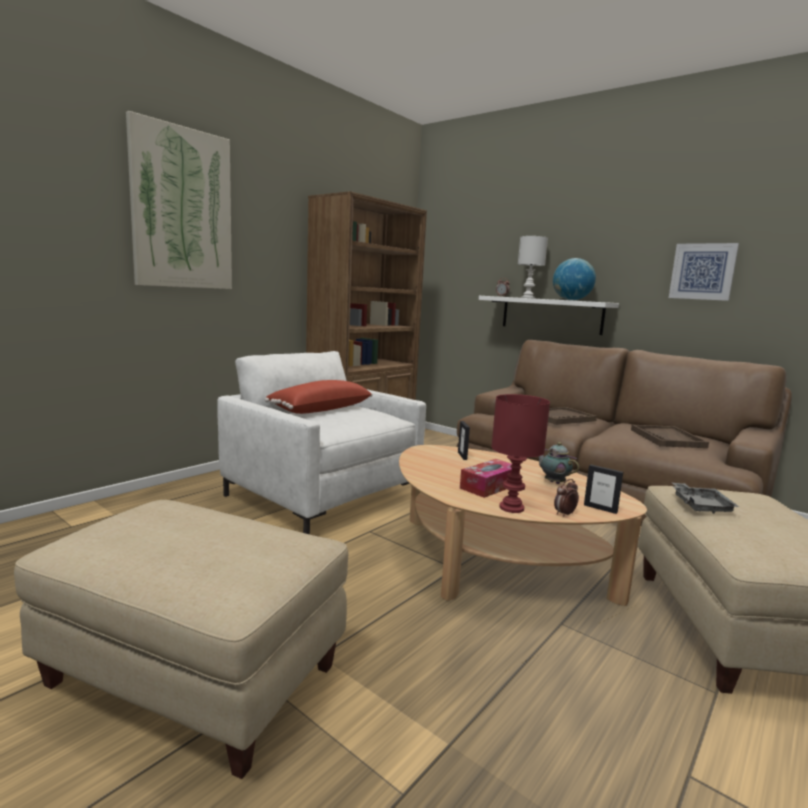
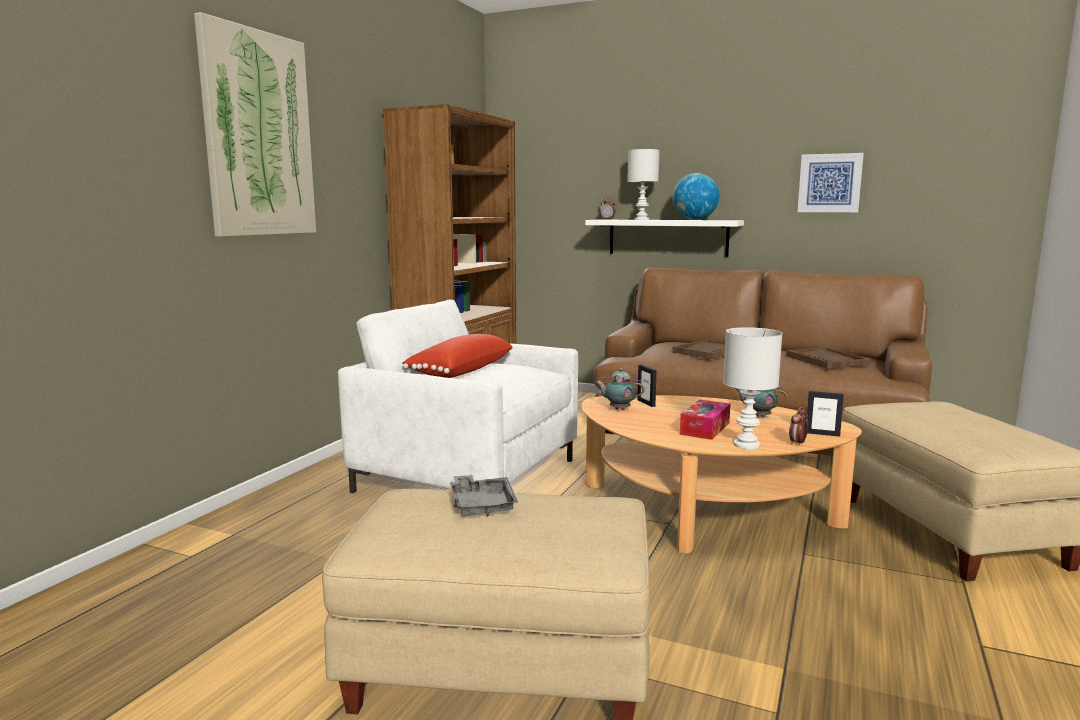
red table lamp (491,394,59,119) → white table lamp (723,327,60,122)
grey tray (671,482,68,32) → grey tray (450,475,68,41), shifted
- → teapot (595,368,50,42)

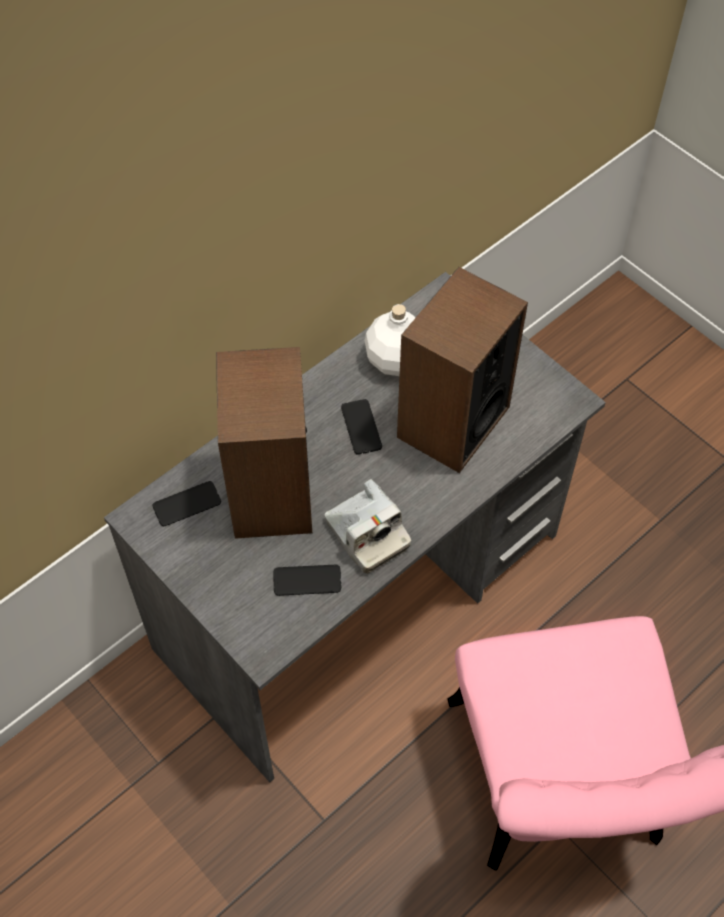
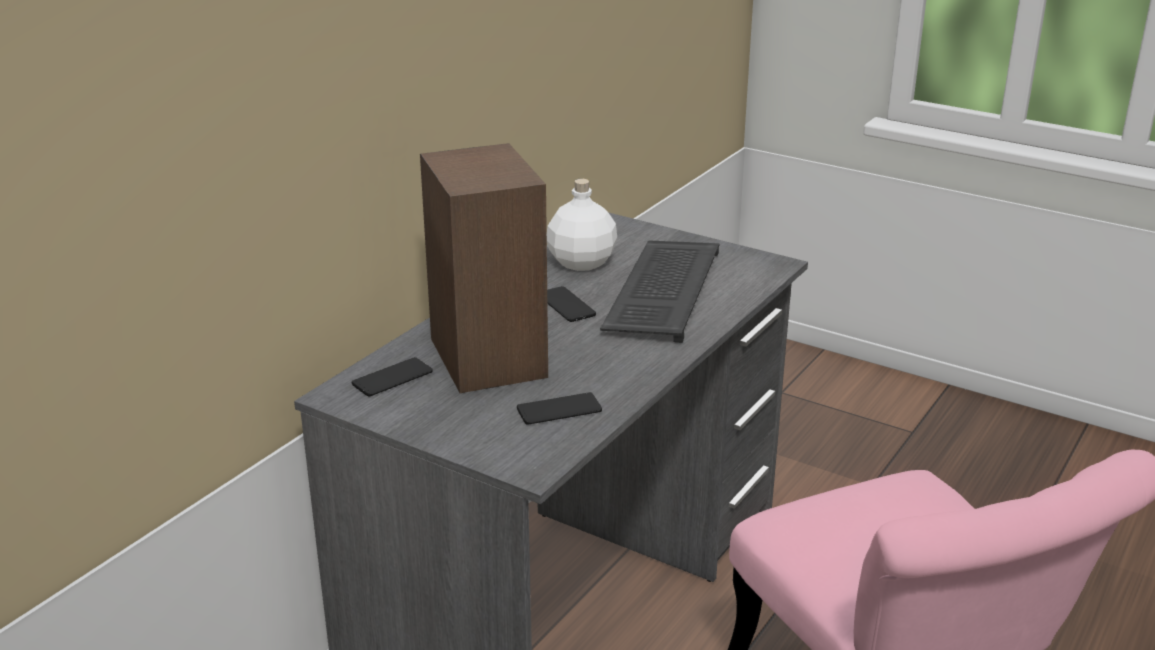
photo camera (324,479,87,95) → -
speaker (397,267,131,206) → keyboard (600,240,119,103)

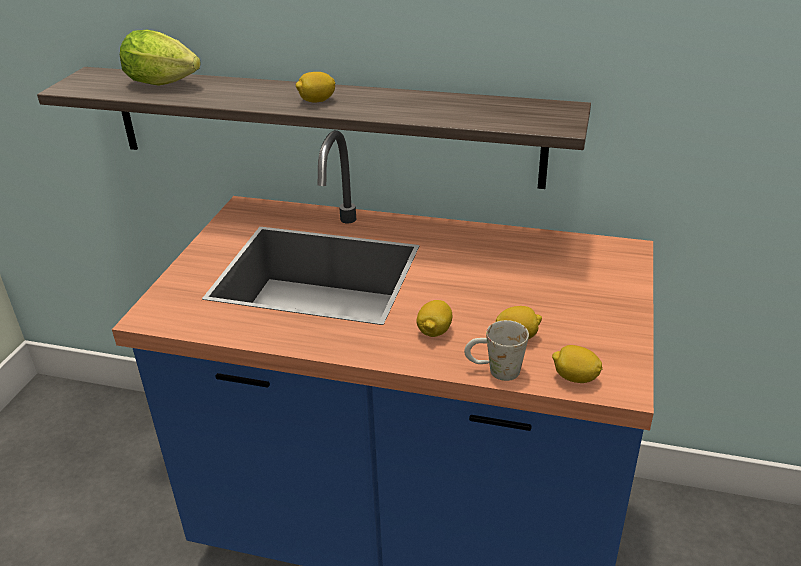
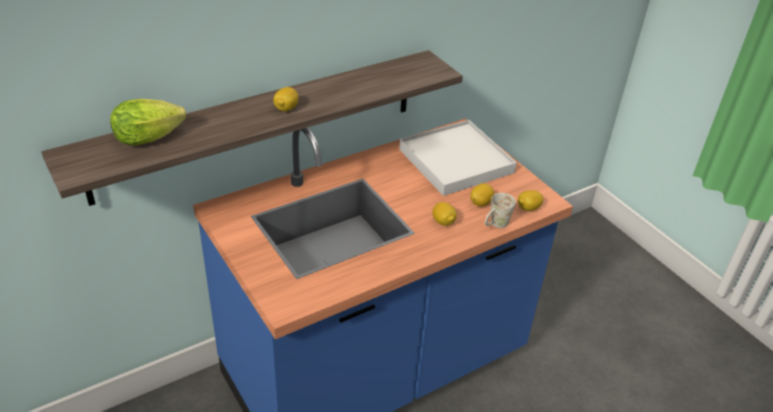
- → white tray (399,120,118,76)

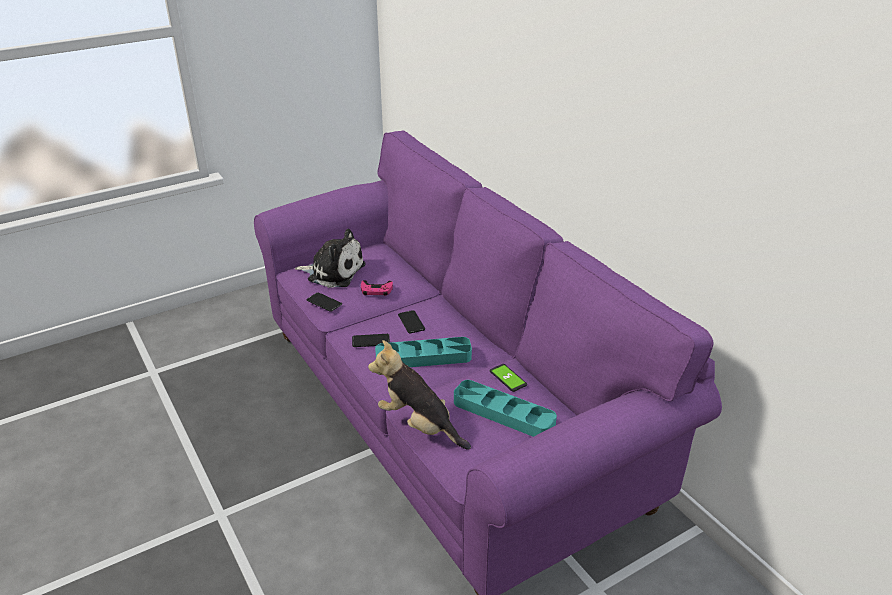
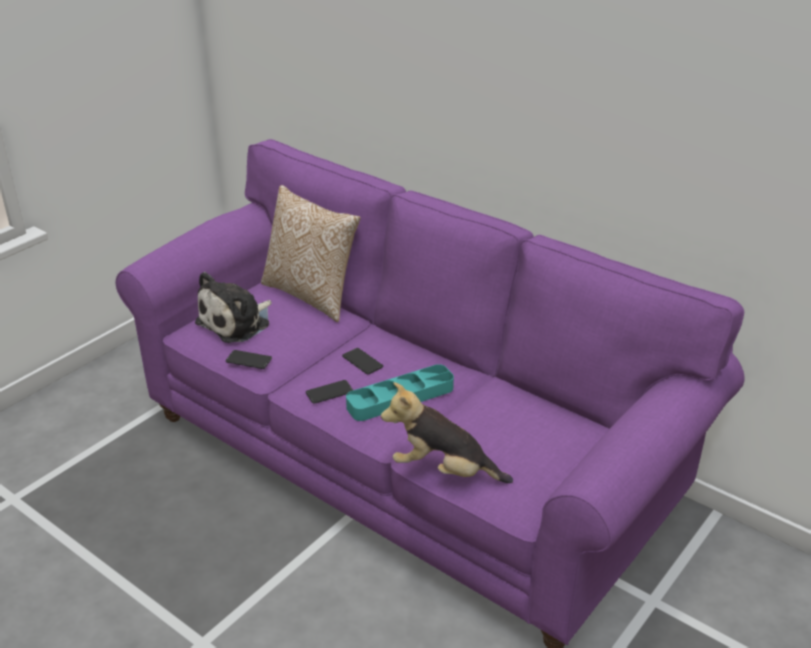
plush toy (295,229,70,59) → plush toy (195,272,77,71), 135 degrees clockwise
pink game controller (361,280,32,16) → -
turquoise tray (454,380,103,57) → -
phone (490,364,37,28) → -
- → pillow (261,185,100,137)

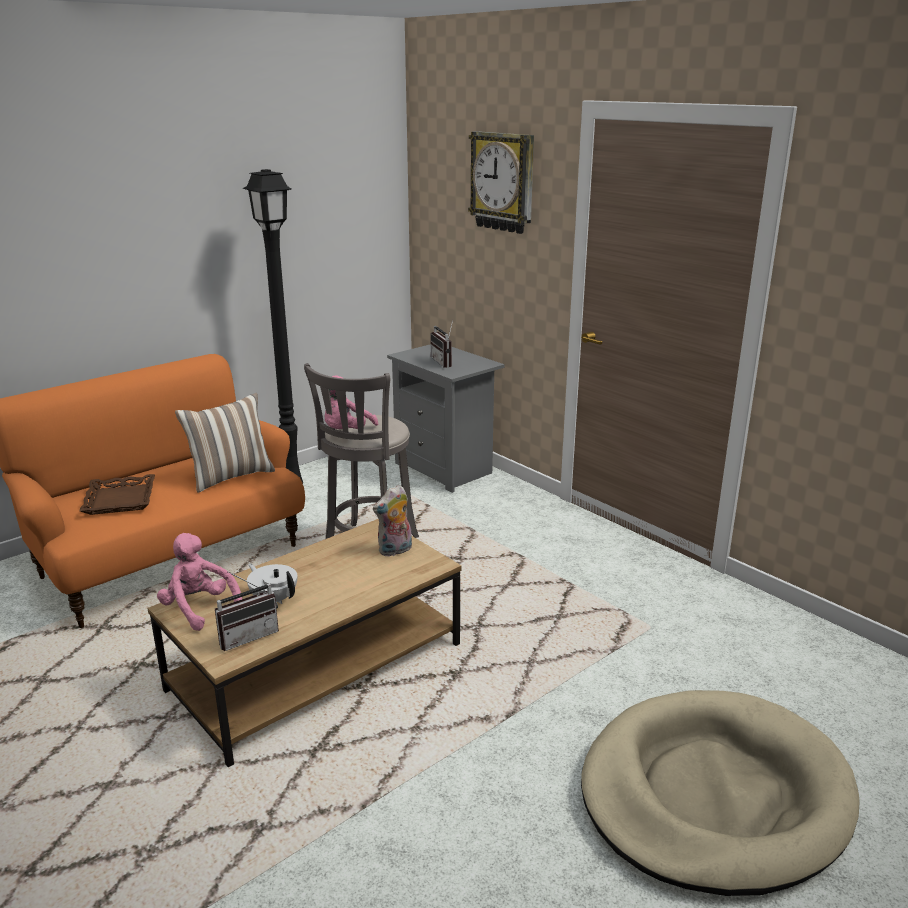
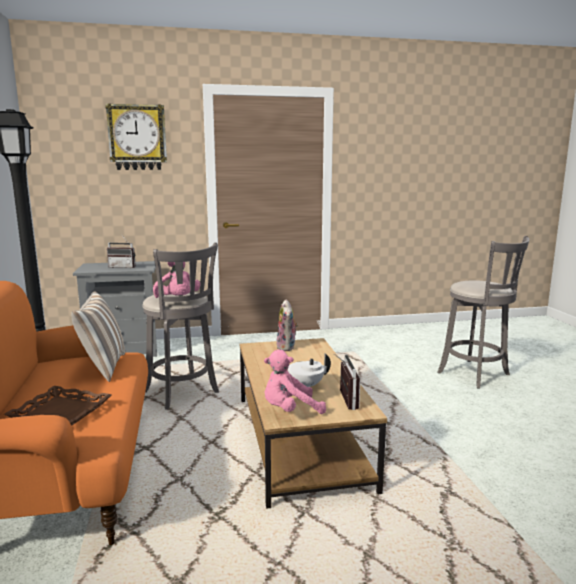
beige dog bed (581,690,278,206) → grey stool (437,236,92,153)

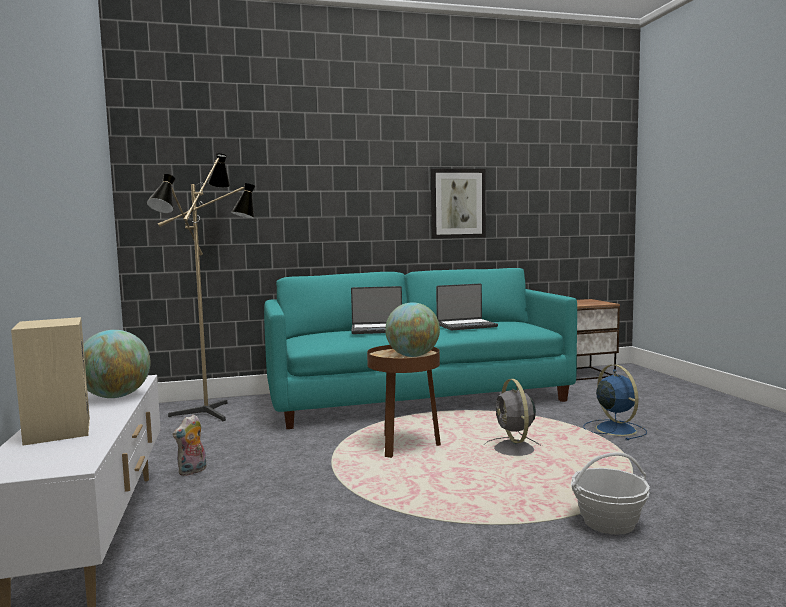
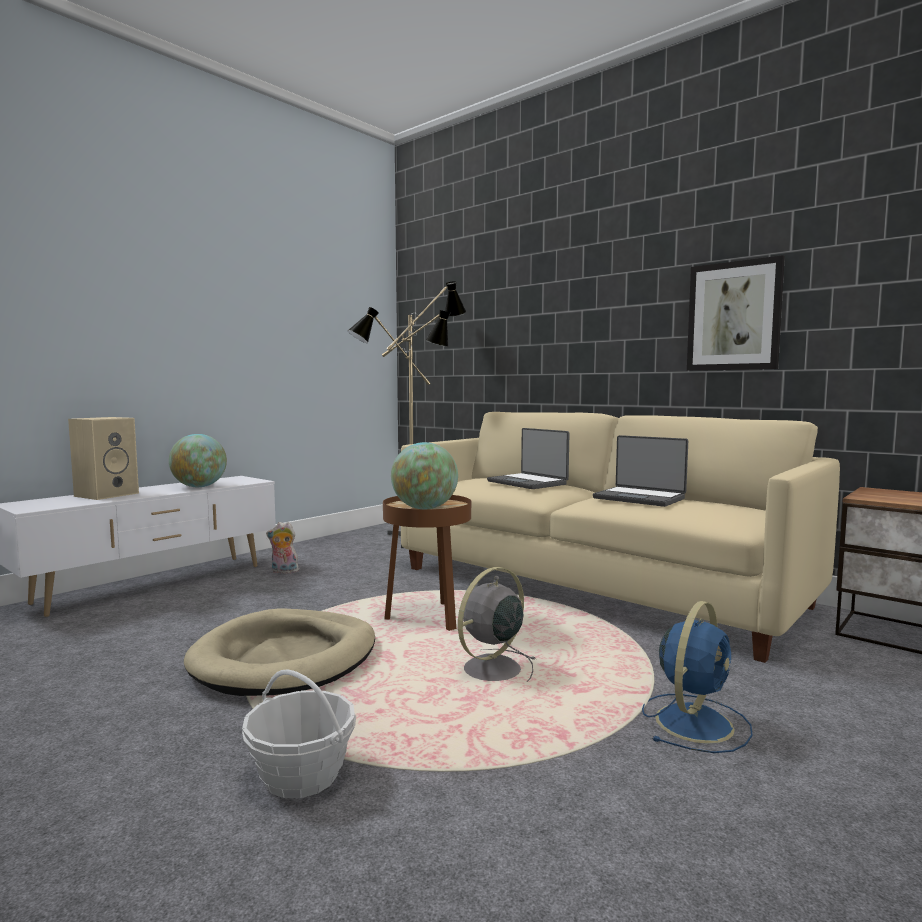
turquoise sofa (264,268,313,161) → beige sofa (401,412,439,251)
- → beige dog bed (184,608,191,88)

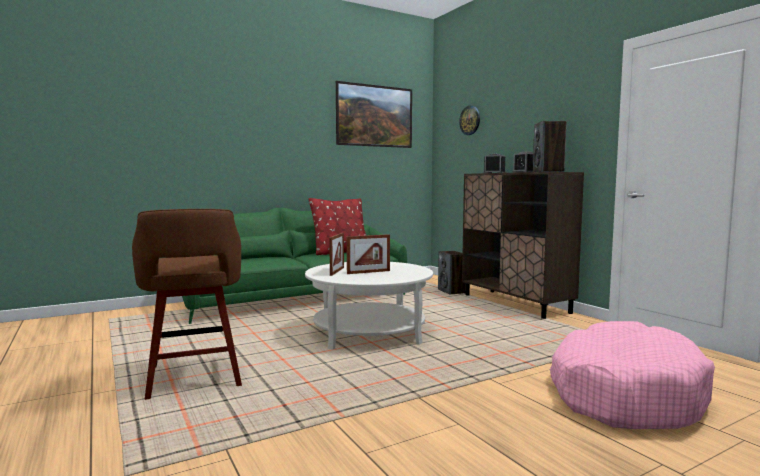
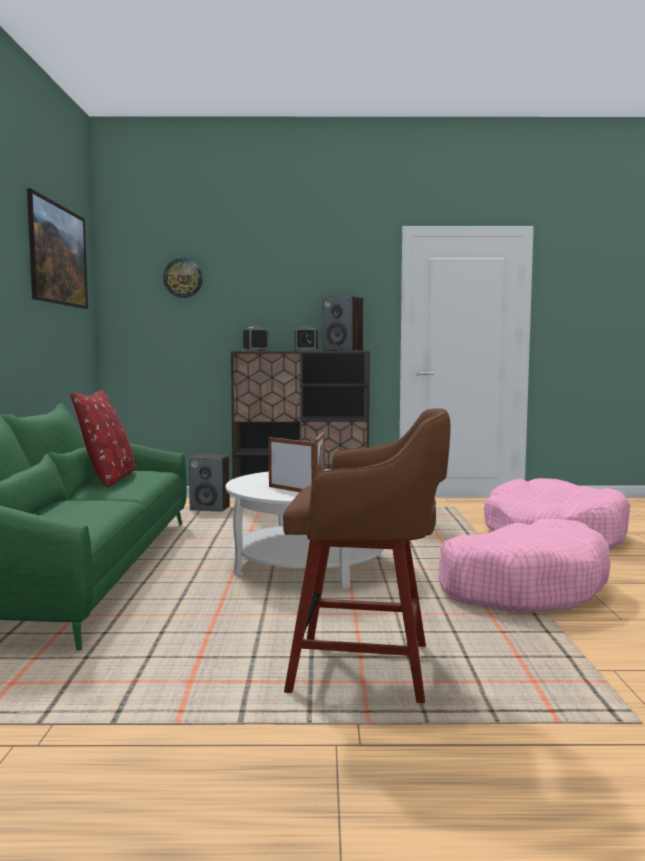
- → pink dog bed (438,519,173,94)

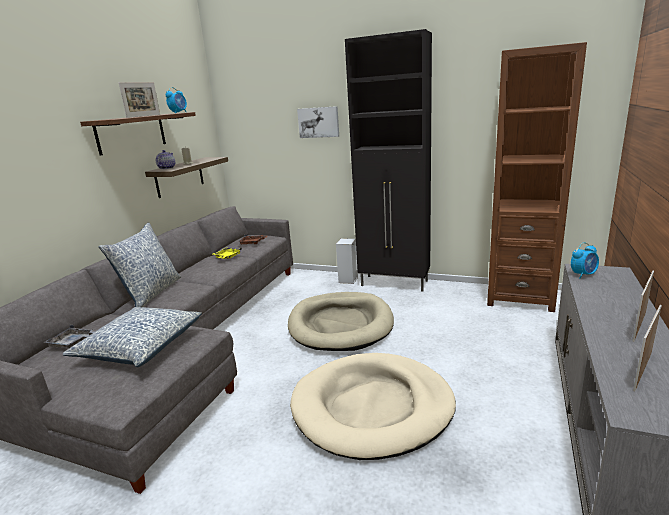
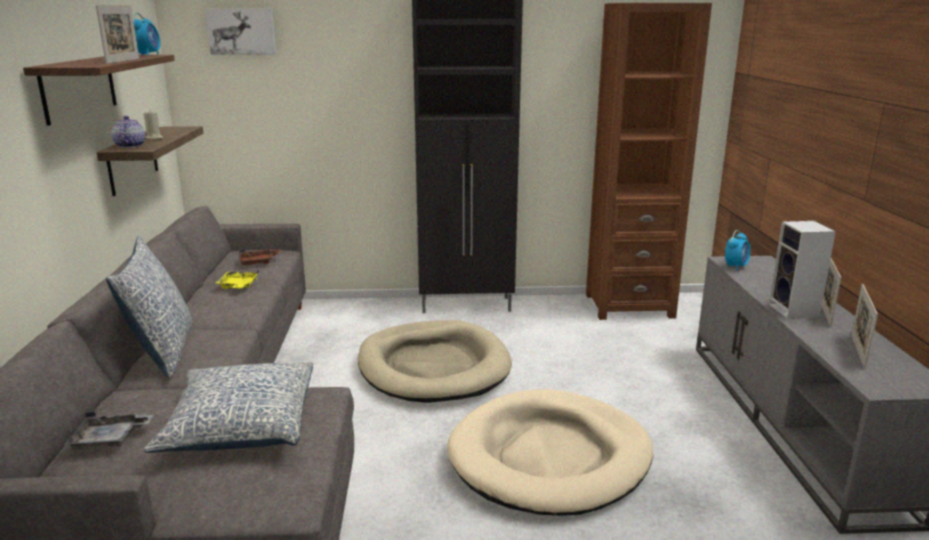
picture (297,106,42,32) → picture (205,9,71,46), shifted
speaker (336,238,22,46) → speaker (769,221,67,98), shifted

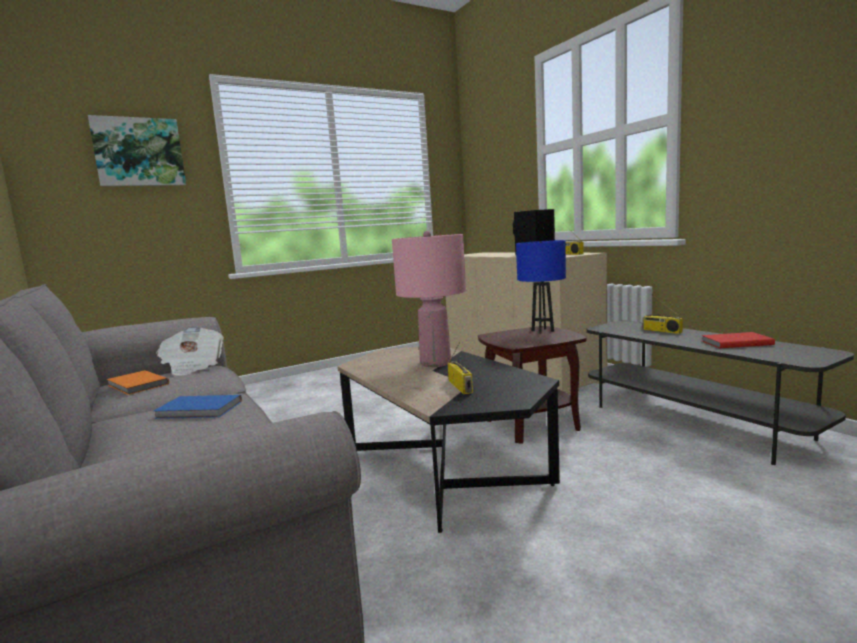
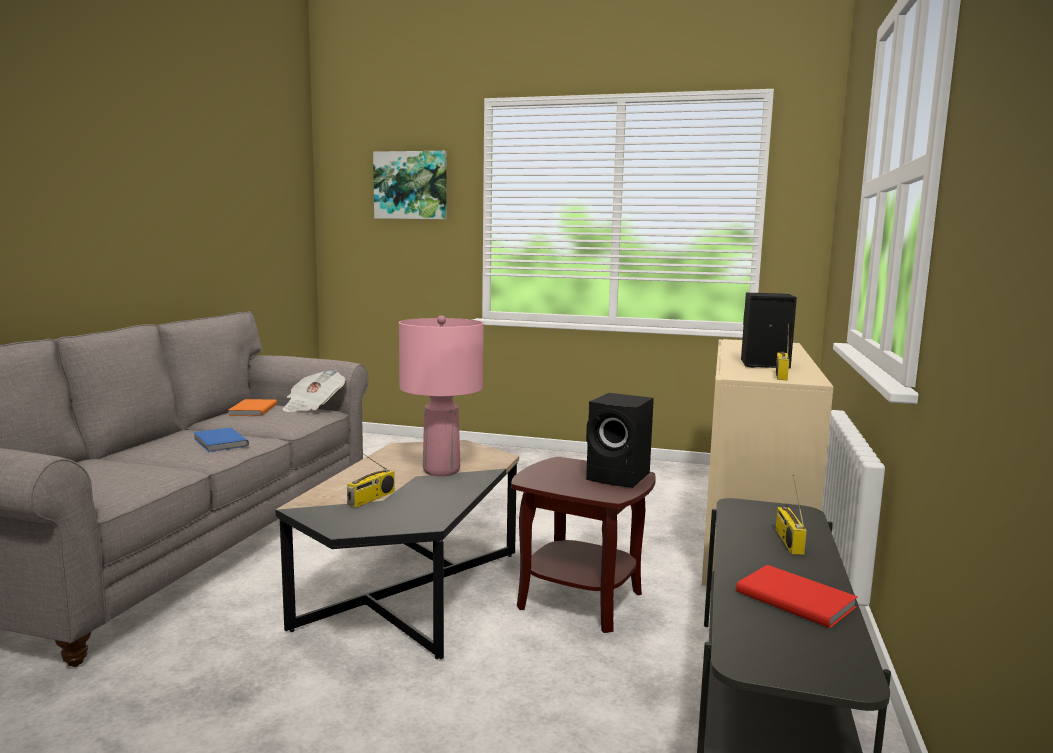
blue table lamp (516,240,50,94) → black speaker (586,393,68,95)

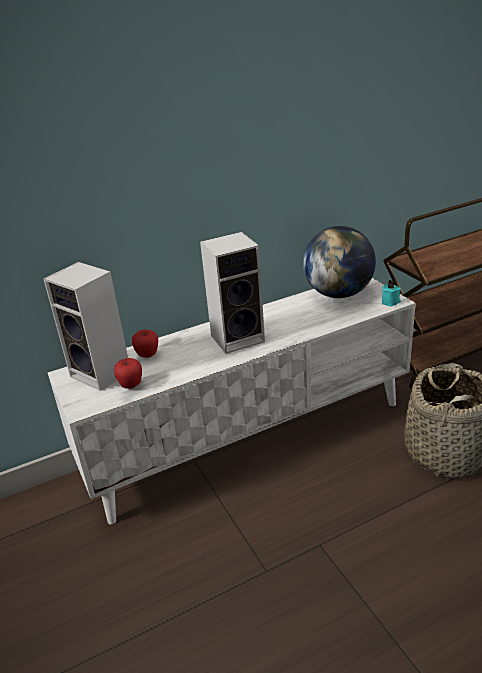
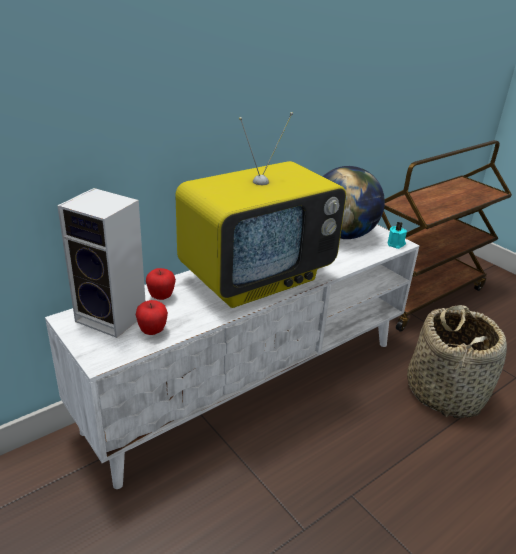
speaker (200,232,65,122) → television (175,112,171,196)

